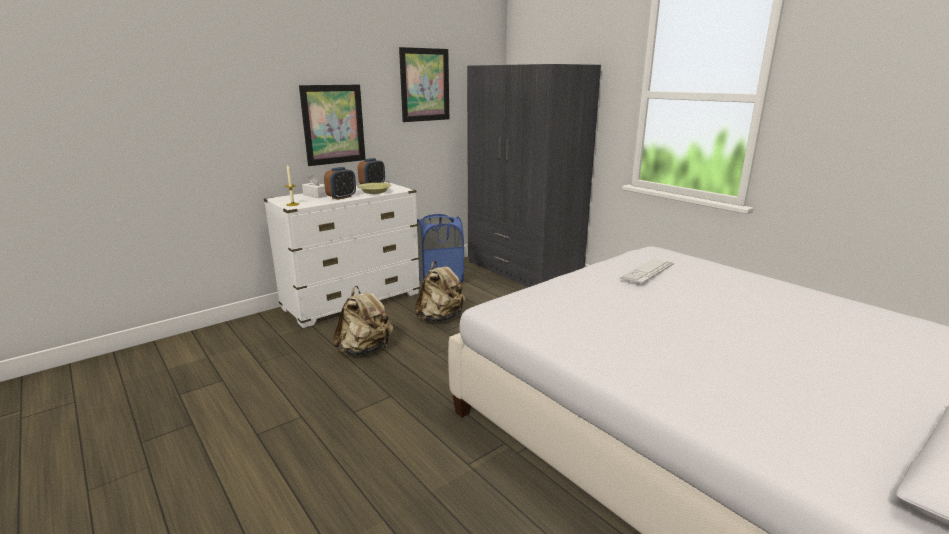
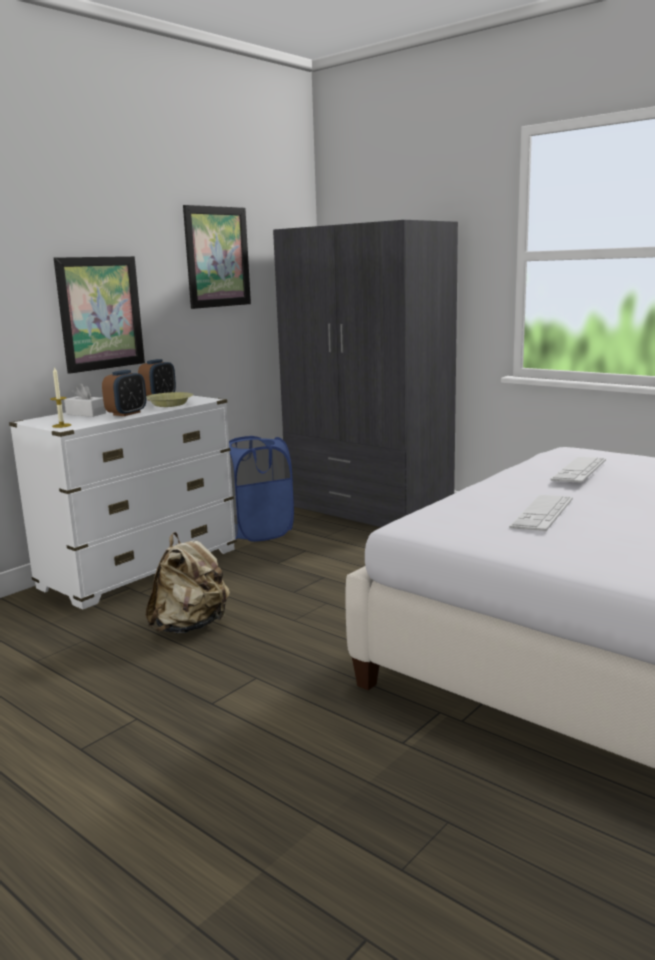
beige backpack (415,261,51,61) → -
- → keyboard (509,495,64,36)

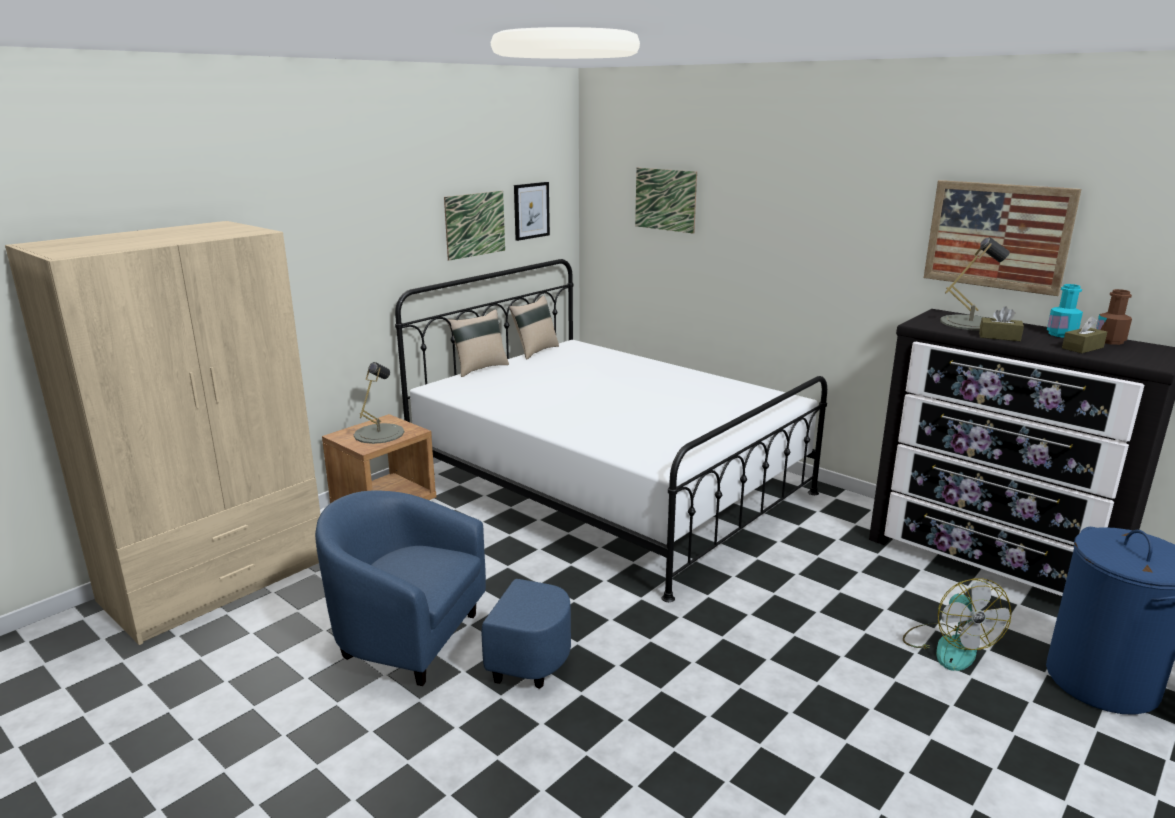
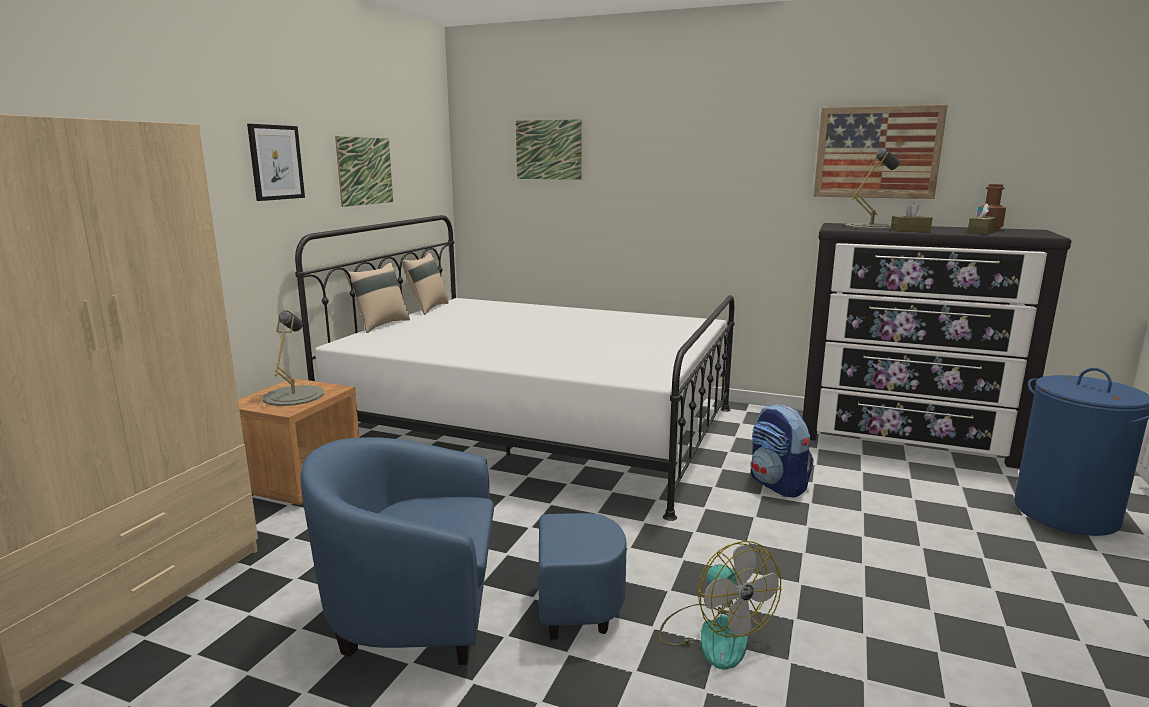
picture (514,182,36,59) → picture (247,124,58,77), shifted
fan (903,578,109,93) → fan (659,541,122,129), shifted
turquoise bottle (1047,284,36,54) → -
- → backpack (751,404,63,94)

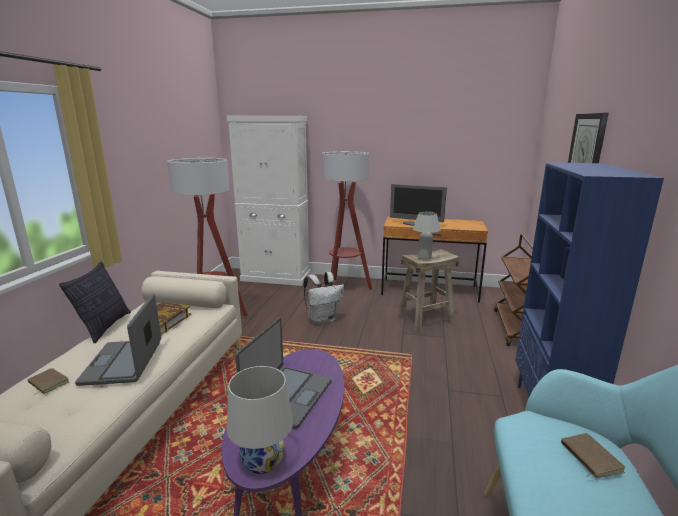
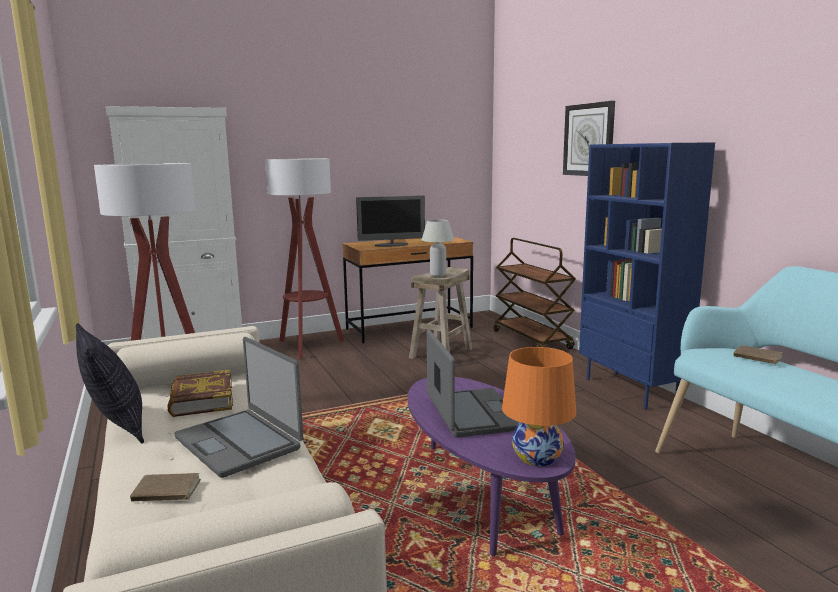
white table lamp (227,366,66,108) → orange table lamp (502,347,75,119)
white backpack (303,272,41,53) → -

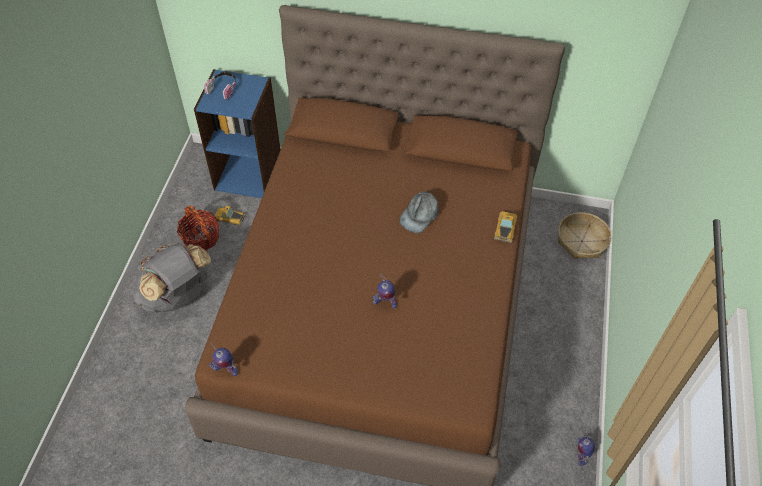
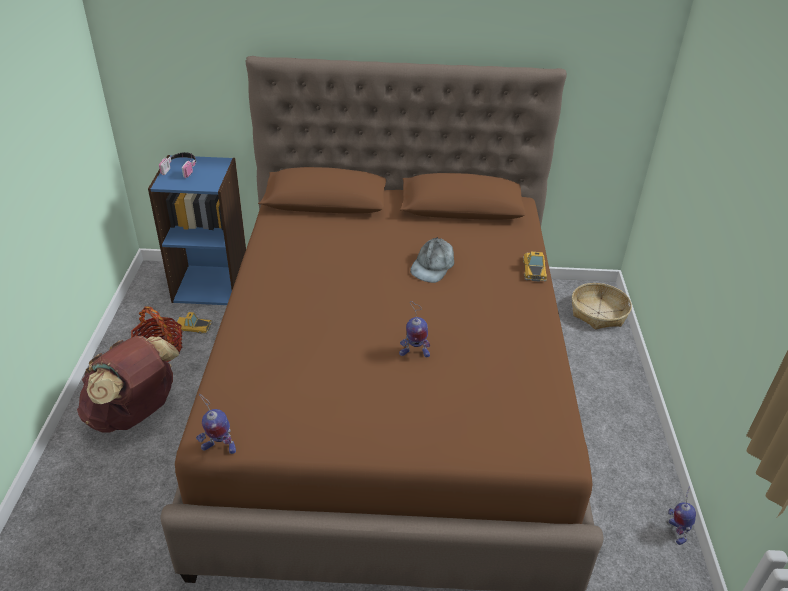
grey backpack (133,243,78,70) → brown backpack (77,336,102,97)

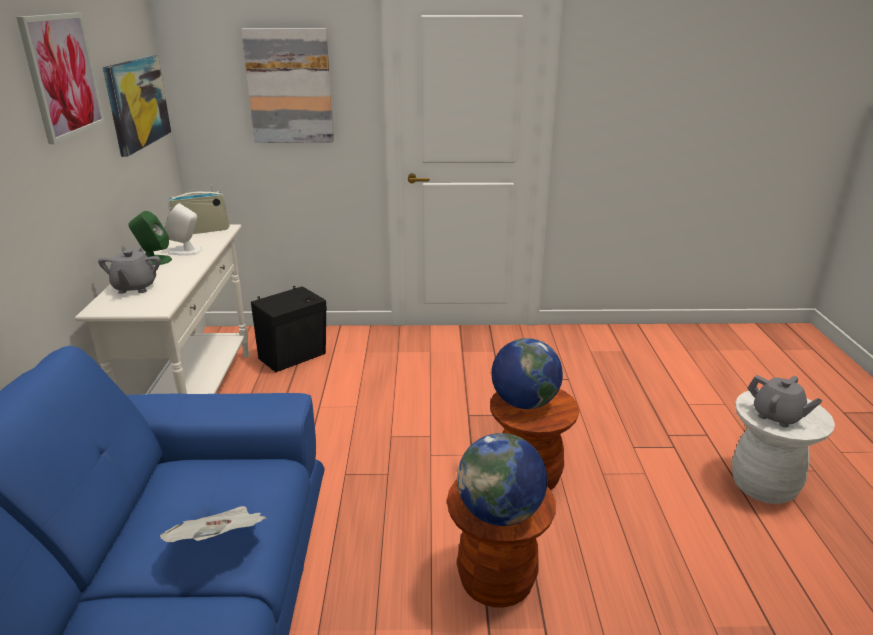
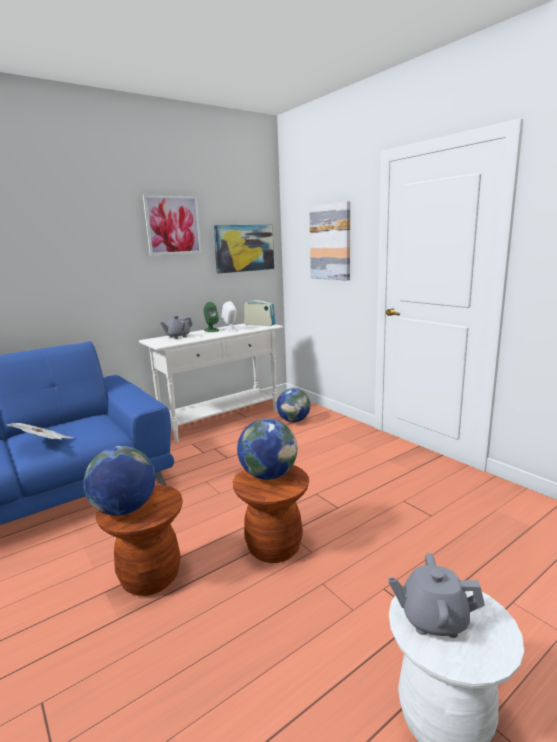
black speaker (251,286,76,86) → globe (276,388,34,34)
grey teapot (747,375,76,53) → grey teapot (388,553,97,85), 90 degrees clockwise

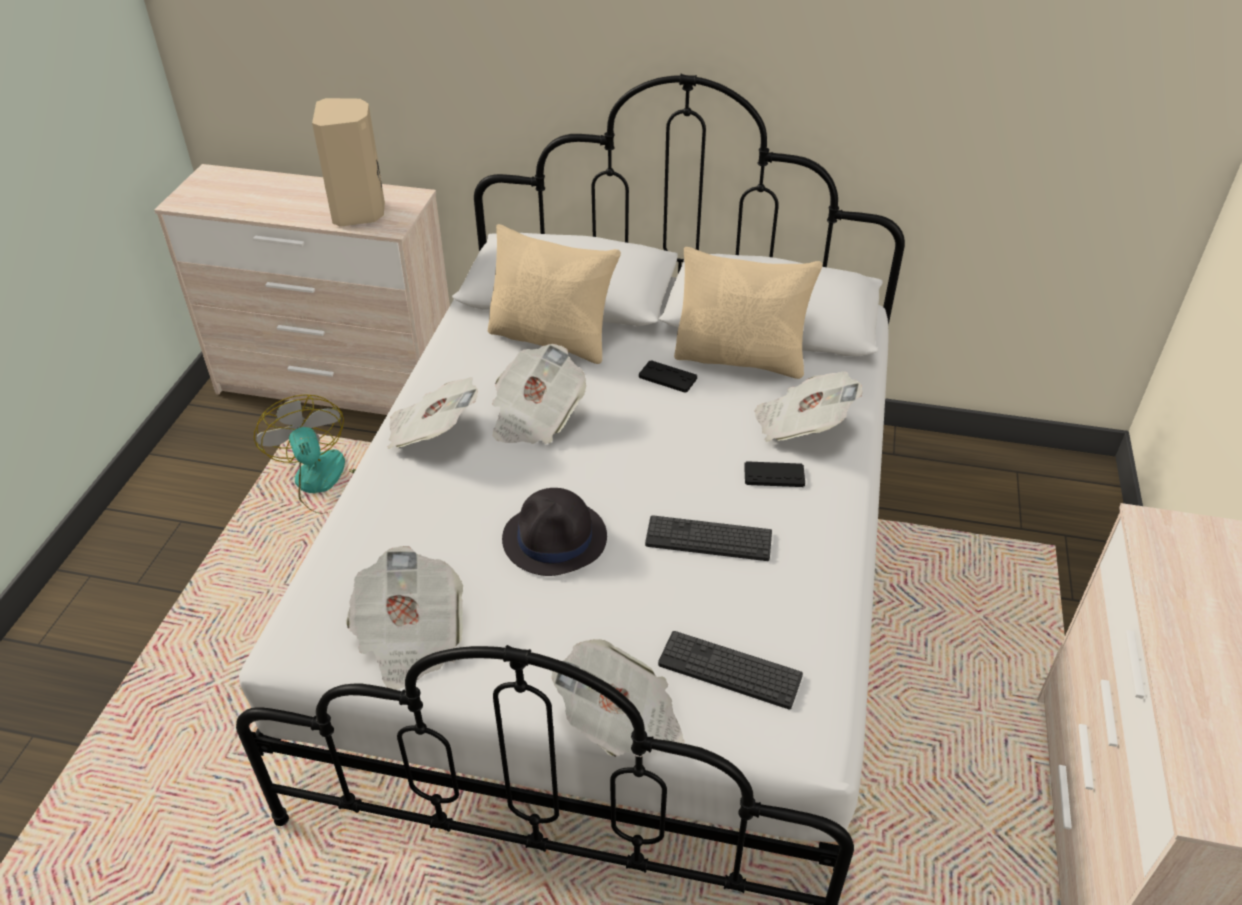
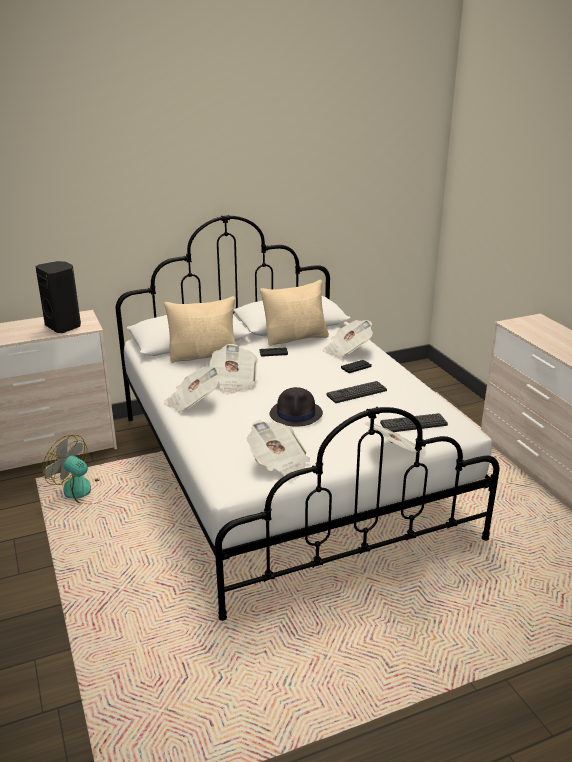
beige speaker (312,98,73,129) → black speaker (36,261,45,72)

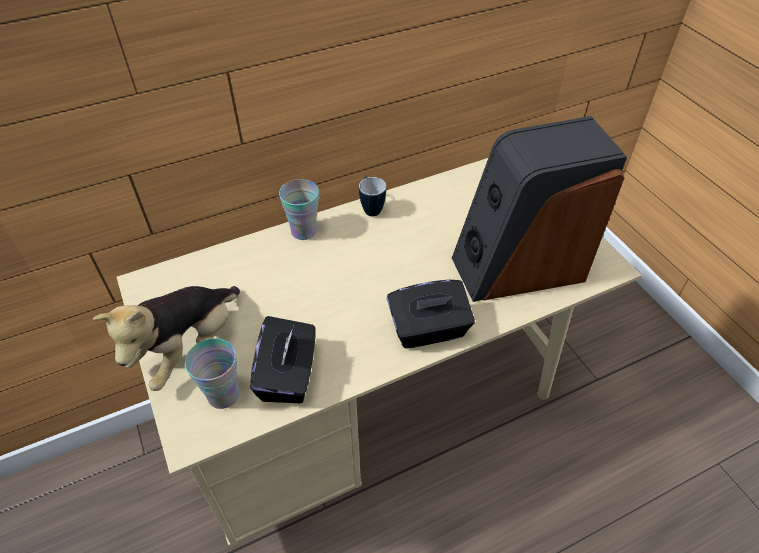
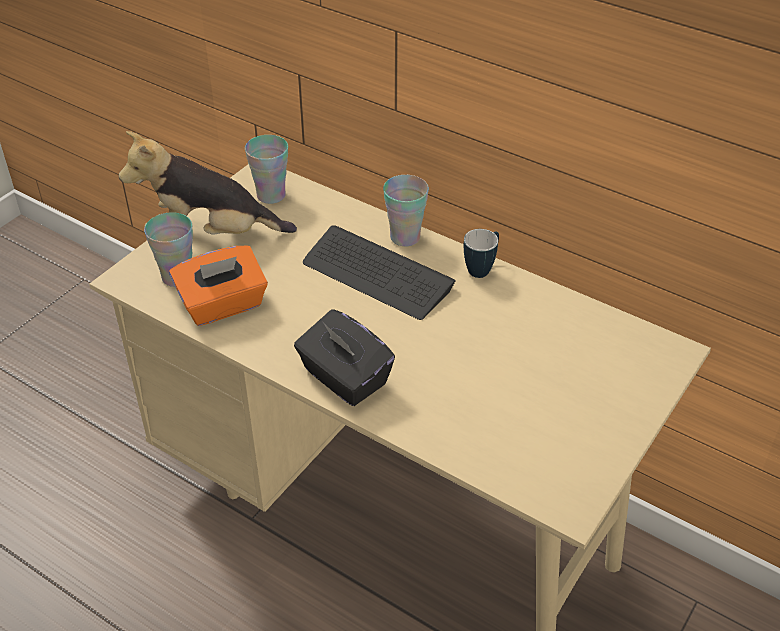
black tissue box (250,316,65,87) → orange tissue box (169,246,99,80)
speaker (452,116,175,186) → -
- → cup (245,135,43,69)
- → keyboard (303,225,153,95)

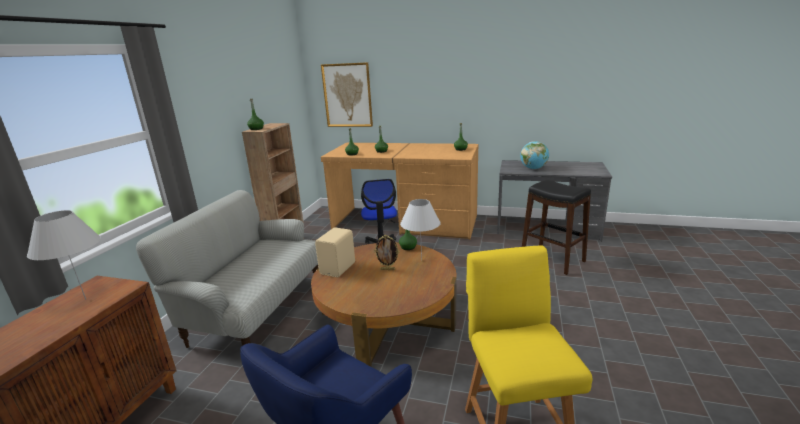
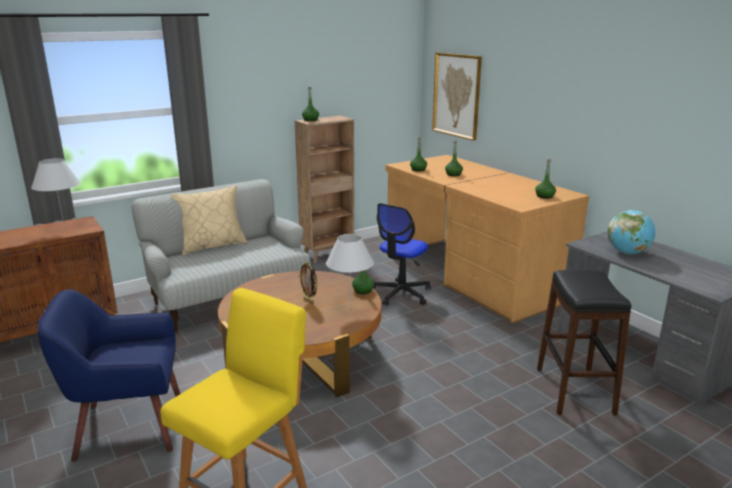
beige speaker (315,228,40,49) → -
- → beige pillow (171,185,77,71)

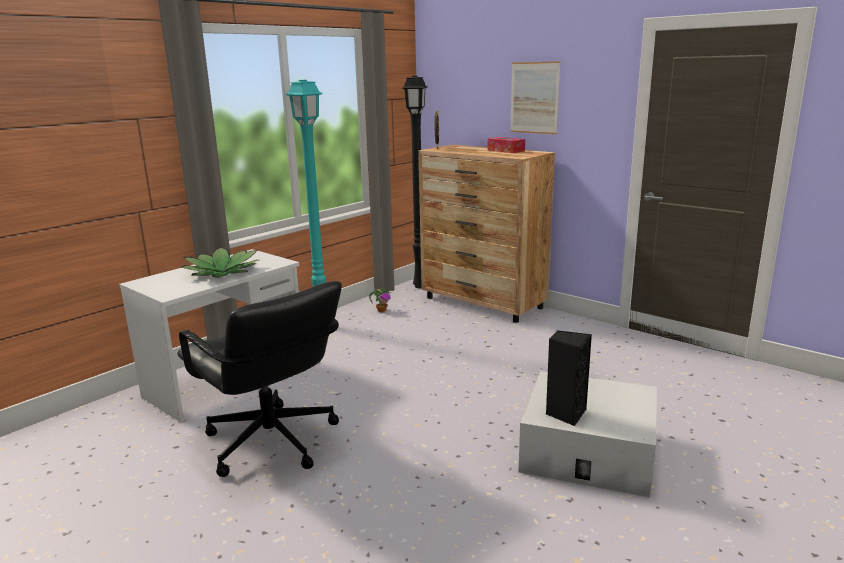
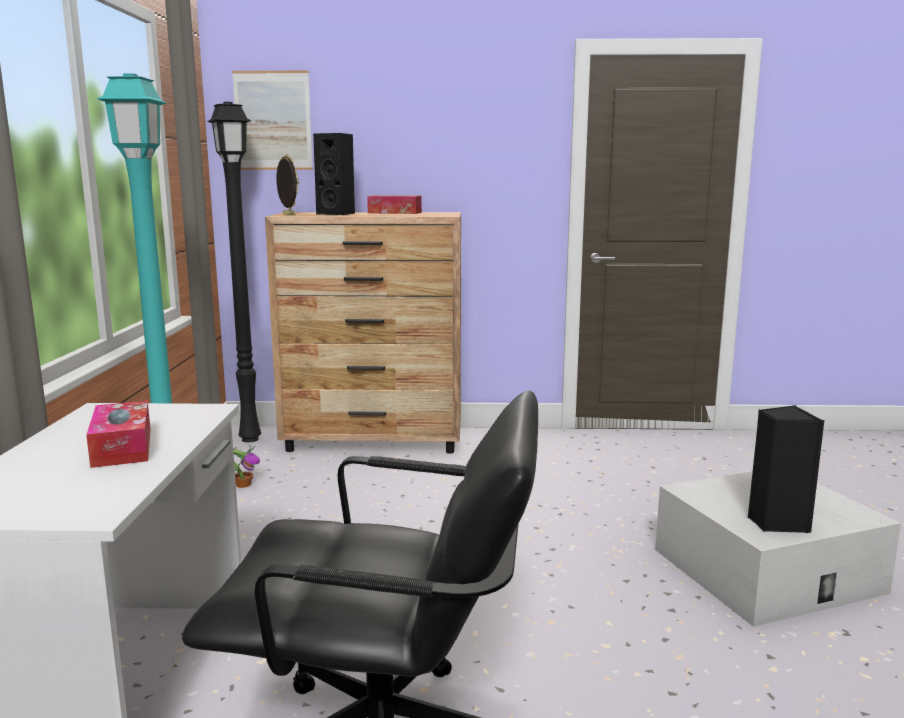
potted plant (181,247,78,31) → tissue box (86,401,65,67)
picture (510,61,51,73) → picture (232,71,81,99), shifted
- → black speaker (313,133,42,82)

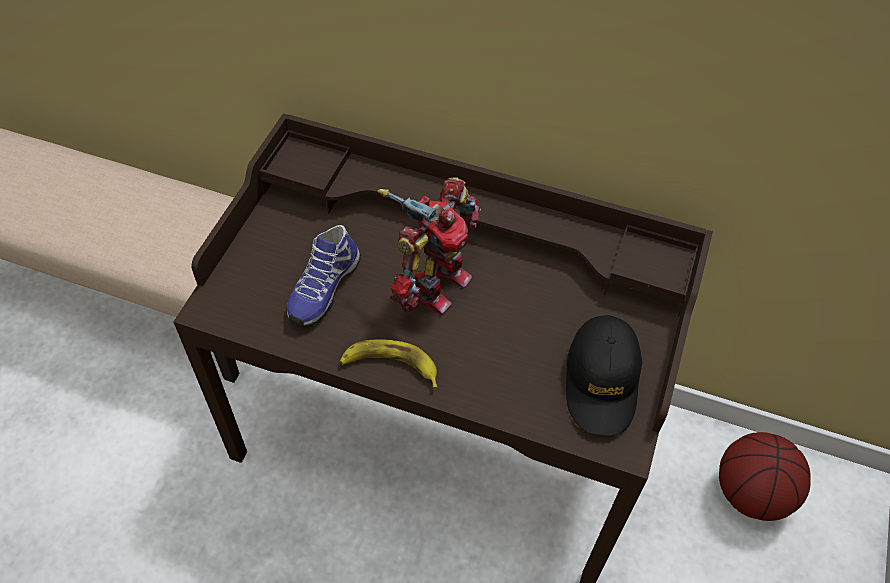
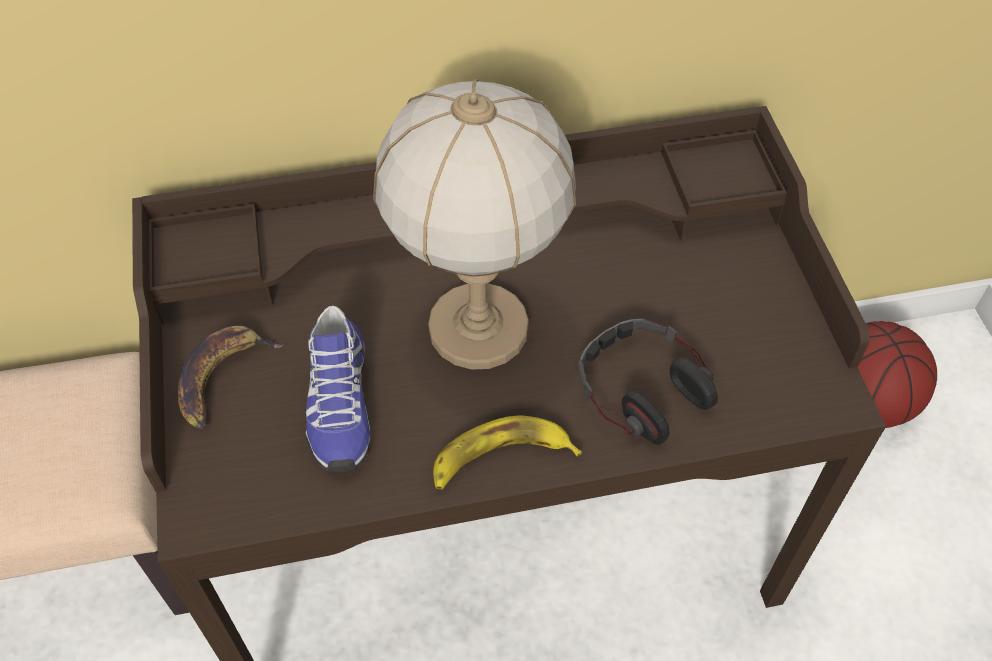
toy robot (378,178,103,137) → table lamp (373,79,203,291)
black cap (566,315,76,121) → -
- → banana (178,326,105,103)
- → headphones (578,319,140,126)

